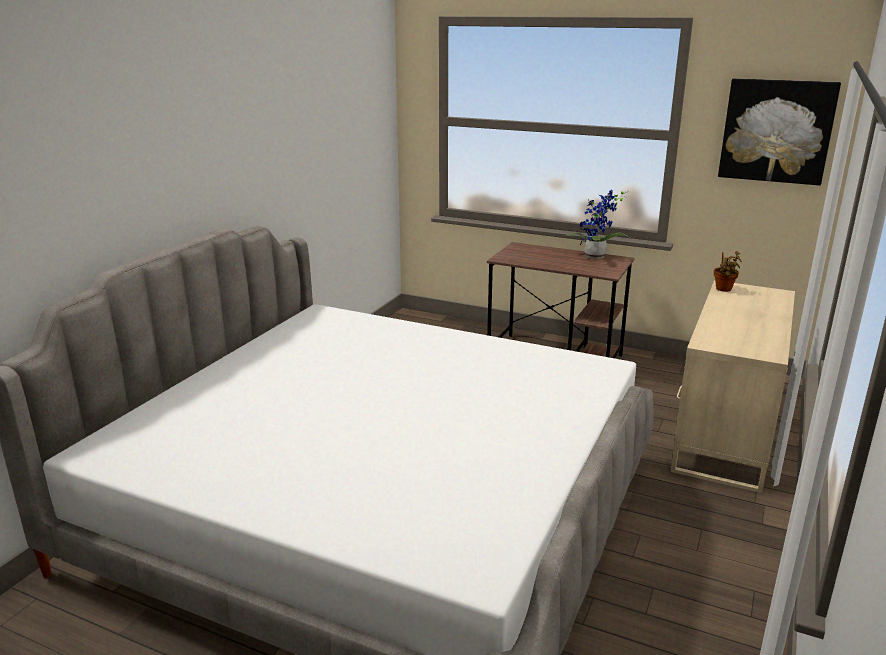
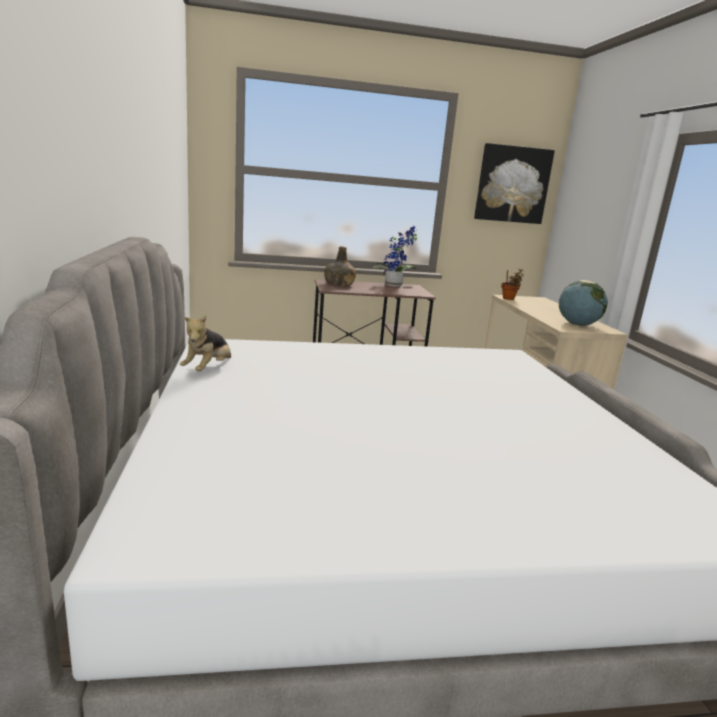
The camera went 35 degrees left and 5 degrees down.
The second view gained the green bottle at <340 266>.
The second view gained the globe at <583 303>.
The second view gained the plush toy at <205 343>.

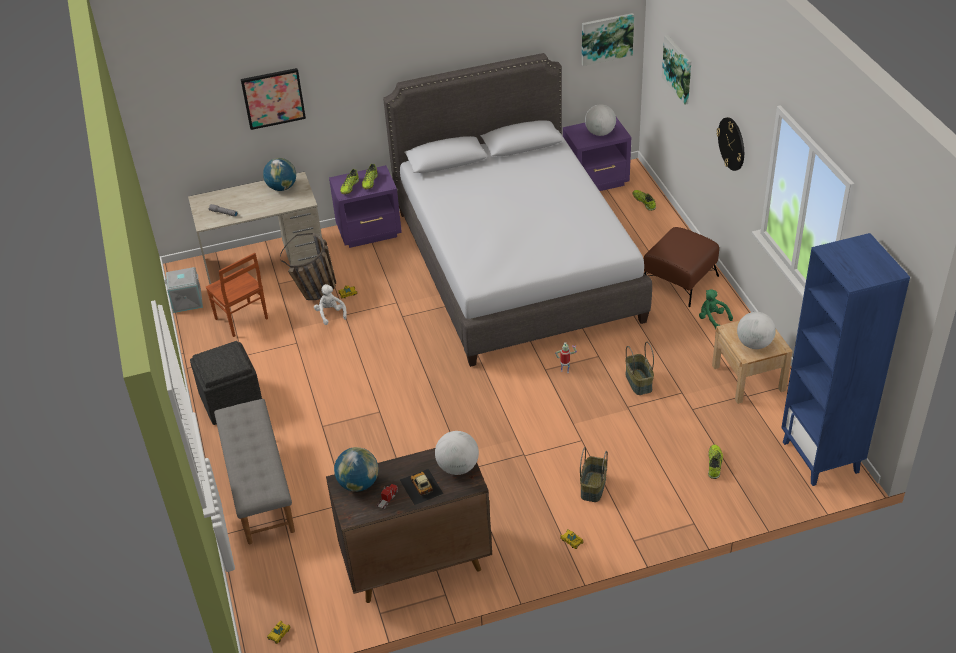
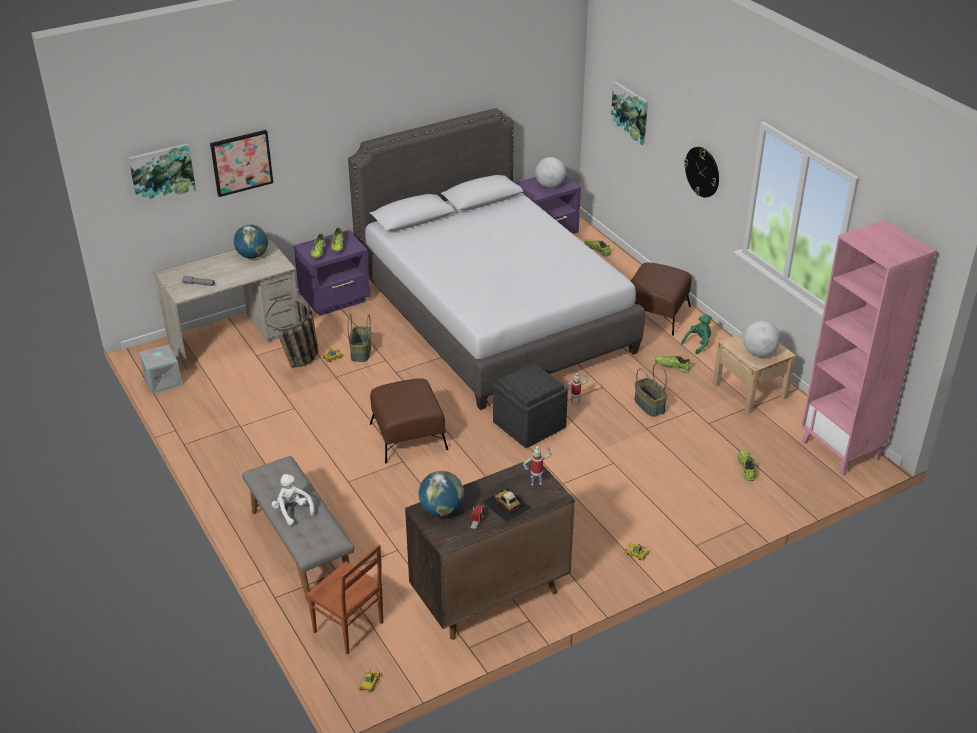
The camera went 15 degrees left and 5 degrees down.
The picture ended up elsewhere, having gone from <608 39> to <162 174>.
What was the blue bookcase at <845 359> turned into the pink bookcase at <868 348>.
The brown chair ended up elsewhere, having gone from <237 295> to <345 599>.
The white plush toy ended up elsewhere, having gone from <330 304> to <293 500>.
The green plush toy at <716 309> ended up facing another way, 105 degrees clockwise from before.
The grey ottoman ended up elsewhere, having gone from <226 383> to <530 405>.
Where the globe stood at <457 453>, the toy robot came to stand at <537 465>.
The basket ended up elsewhere, having gone from <594 474> to <359 338>.
The second view gained the shoe at <673 364>.
The second view gained the brown ottoman at <409 420>.

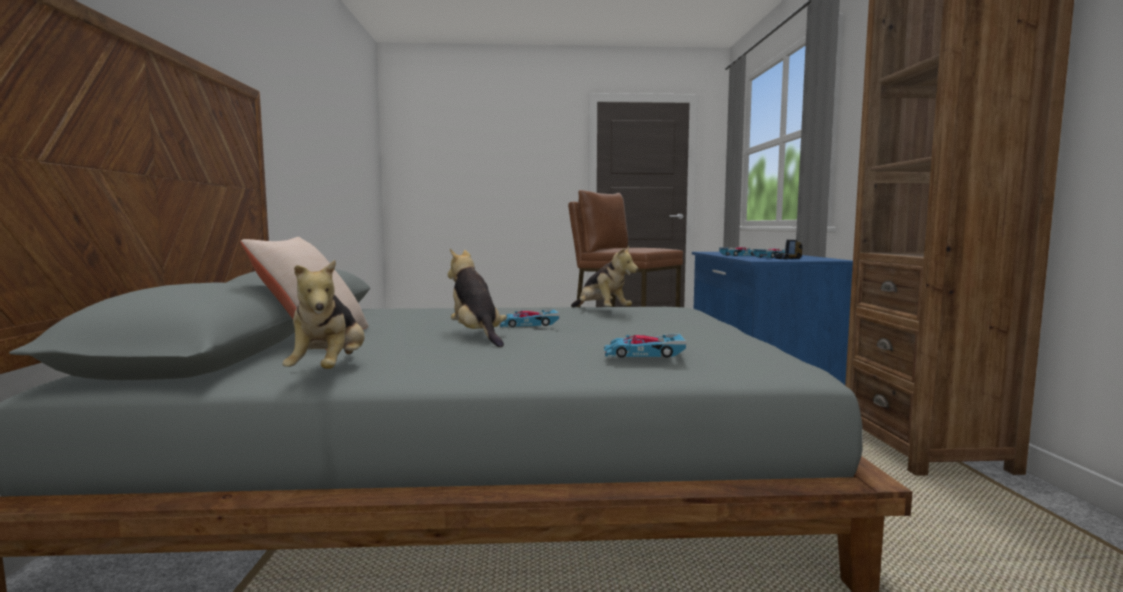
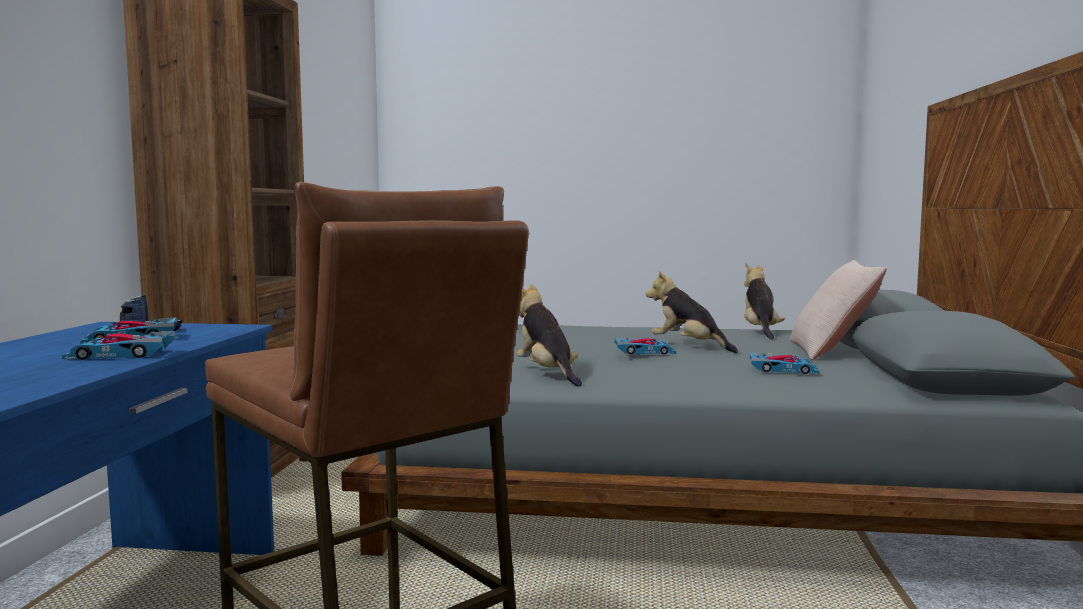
The camera went 170 degrees left and 0 degrees up.
The plush toy at <477 298> ended up facing another way, 150 degrees clockwise from before.
The toy car ended up elsewhere, having gone from <645 345> to <784 363>.

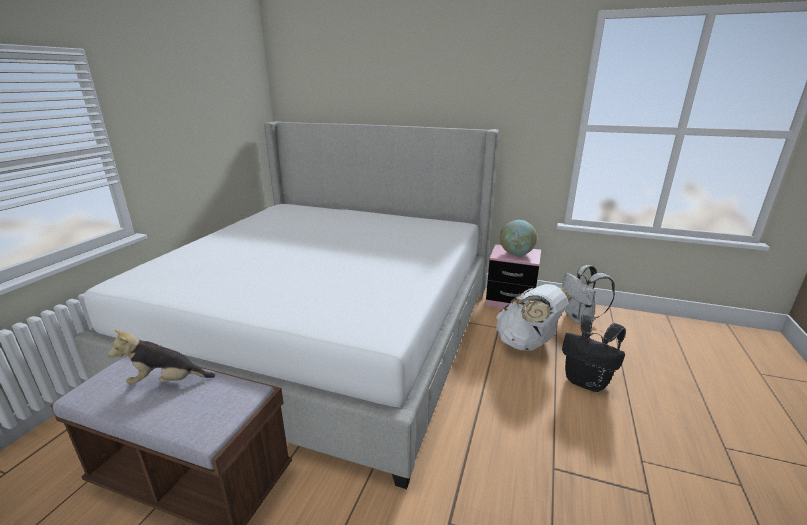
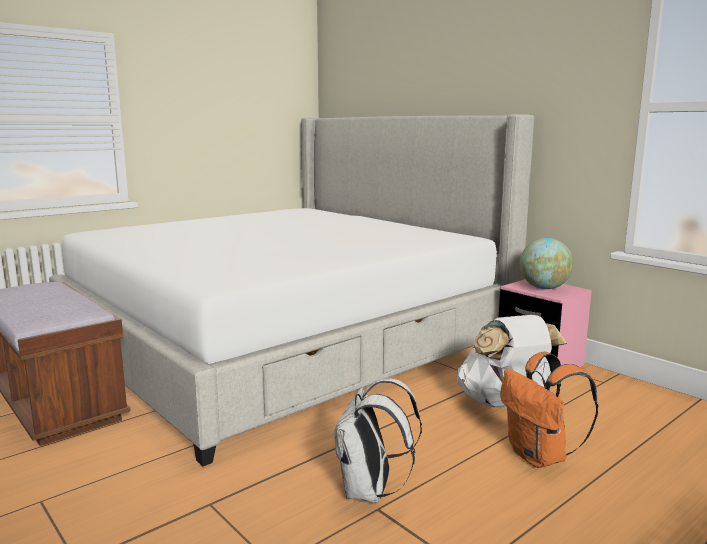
The camera went 30 degrees right and 10 degrees down.
The white backpack ended up elsewhere, having gone from <588 294> to <378 440>.
What was the black backpack at <594 353> turned into the orange backpack at <549 410>.
The second view lost the plush toy at <161 357>.

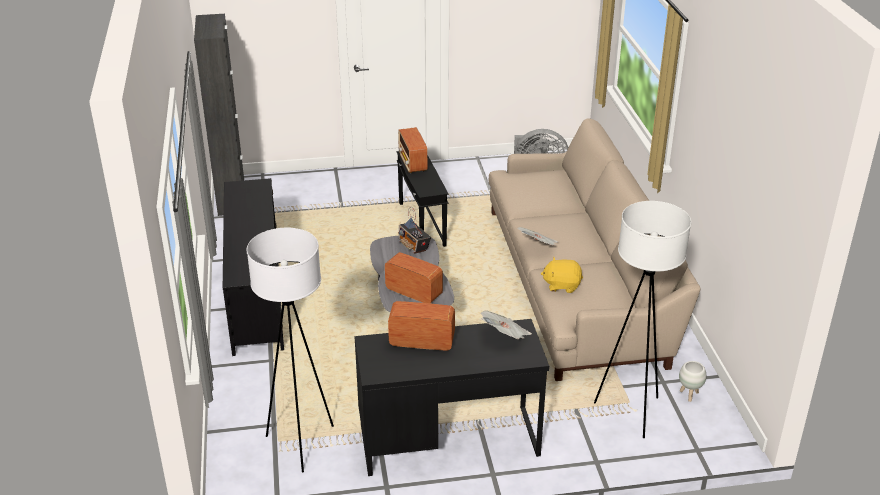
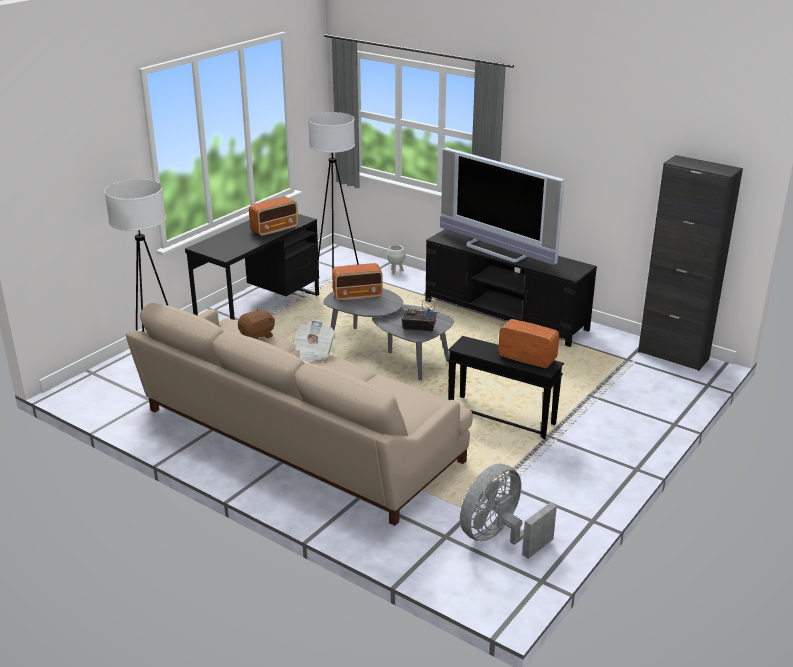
The camera went 135 degrees right and 5 degrees down.
What was the yellow plush toy at <562 275> turned into the brown plush toy at <256 324>.
The second view lost the newspaper at <506 324>.
The white planter ended up elsewhere, having gone from <692 381> to <396 259>.
The second view gained the television at <502 206>.

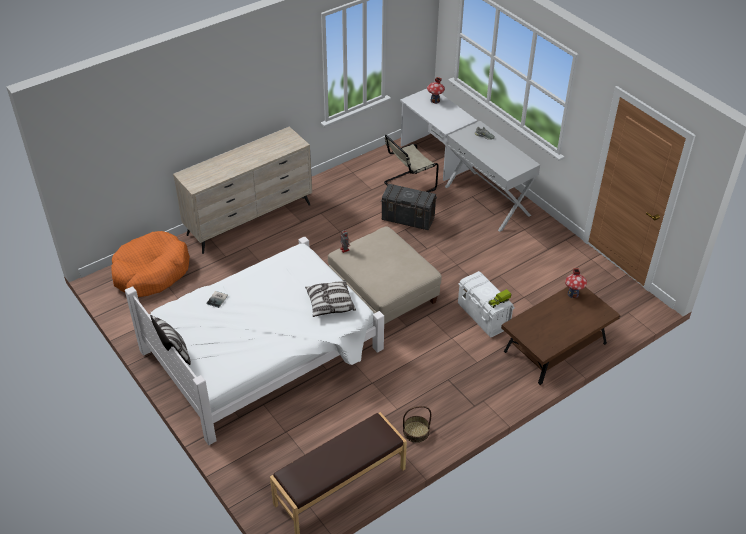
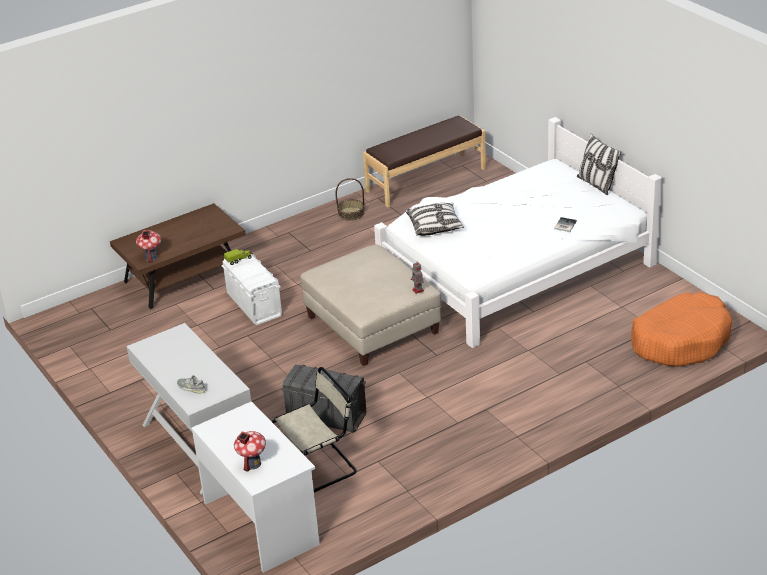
The camera went 175 degrees left and 10 degrees down.
The second view lost the beige dresser at <242 190>.

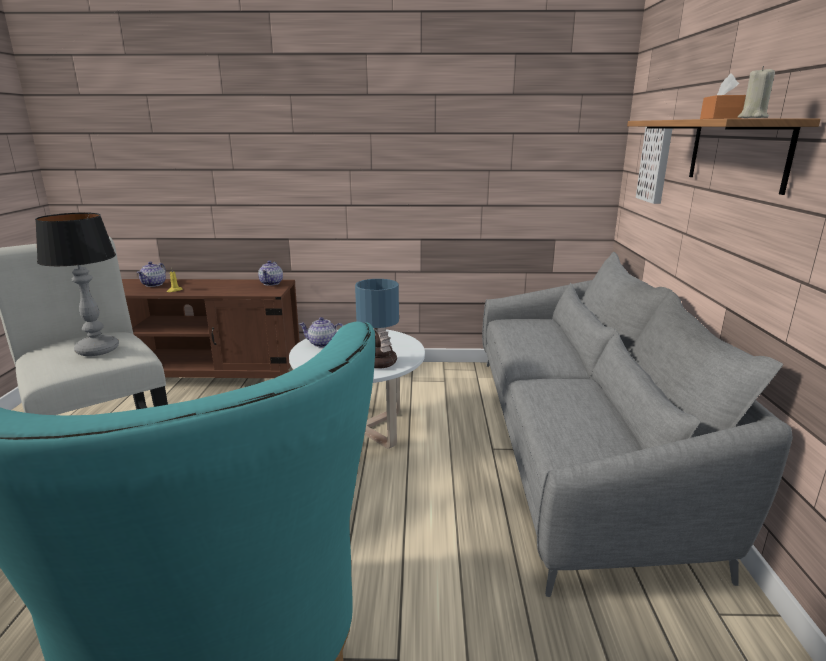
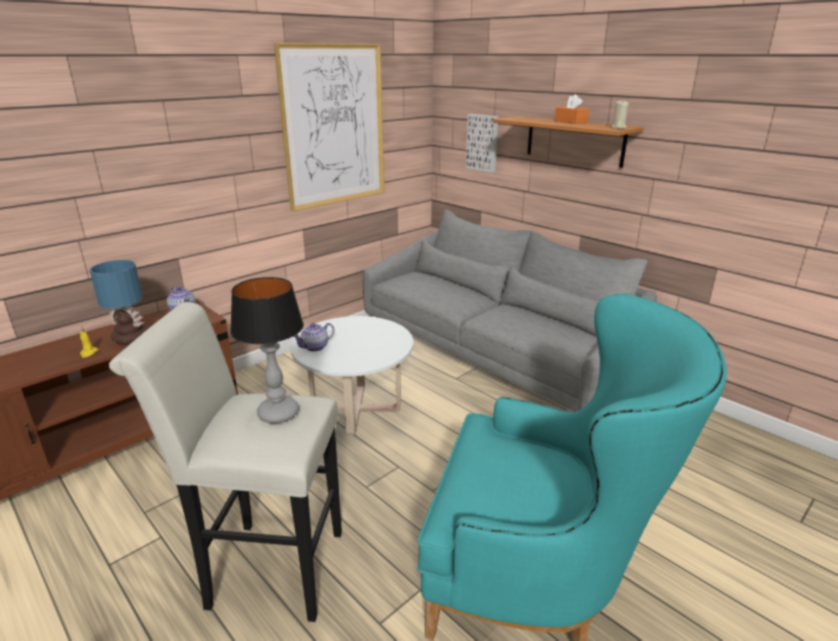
The camera went 45 degrees left and 5 degrees up.
The second view lost the teapot at <151 274>.
The table lamp ended up elsewhere, having gone from <377 324> to <119 302>.
The second view gained the picture at <329 127>.

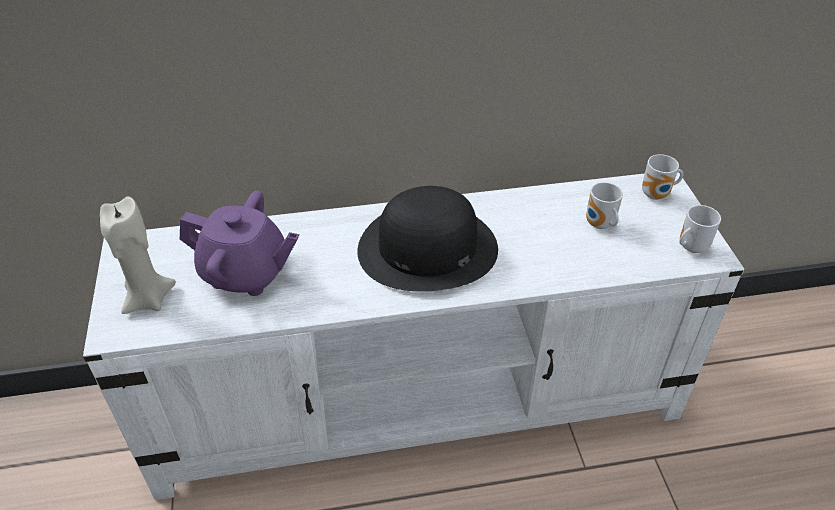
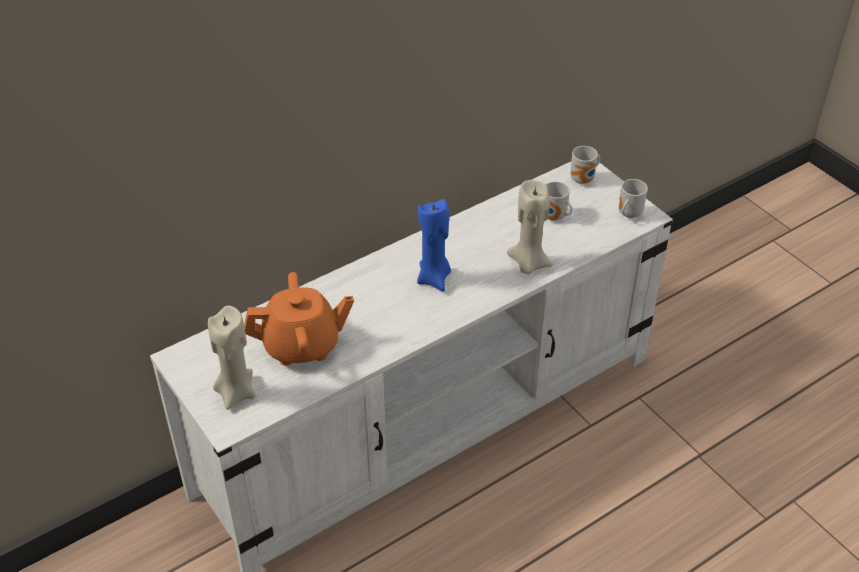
The camera went 25 degrees left and 0 degrees up.
Where the black hat stood at <427 238>, the blue candle came to stand at <434 245>.
What was the purple teapot at <239 243> turned into the orange teapot at <299 319>.
The second view gained the beige candle at <530 227>.

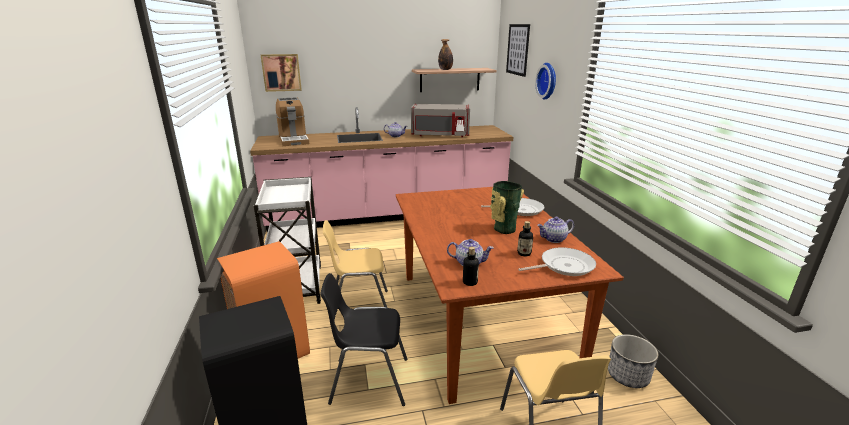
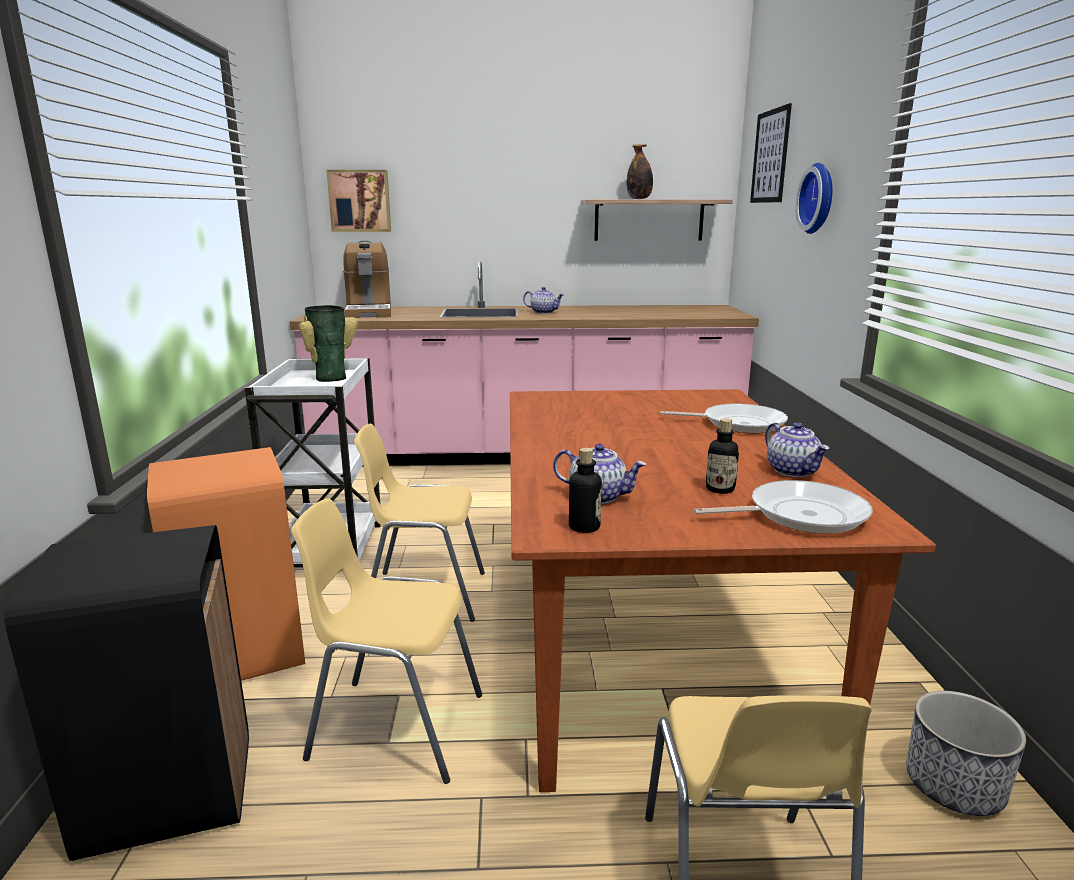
The camera went 10 degrees right and 5 degrees down.
The second view lost the grey microwave at <440 120>.
The vase ended up elsewhere, having gone from <507 207> to <328 343>.
The teapot at <555 230> ended up facing another way, 105 degrees counterclockwise from before.
What was the black chair at <364 339> turned into the yellow chair at <386 641>.

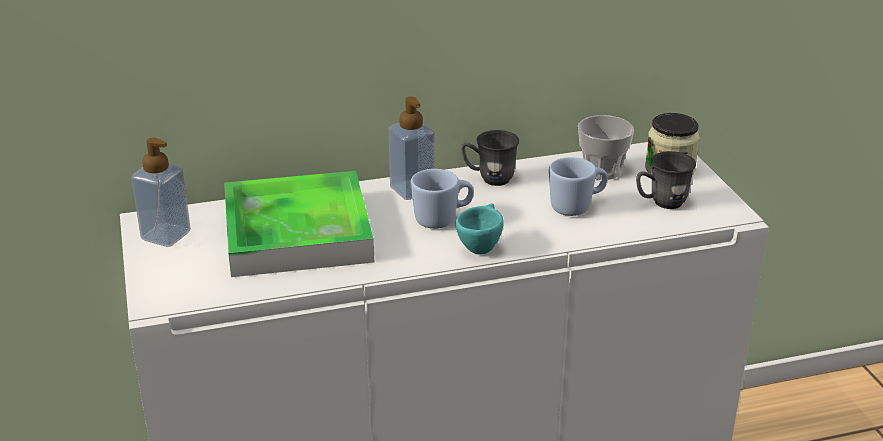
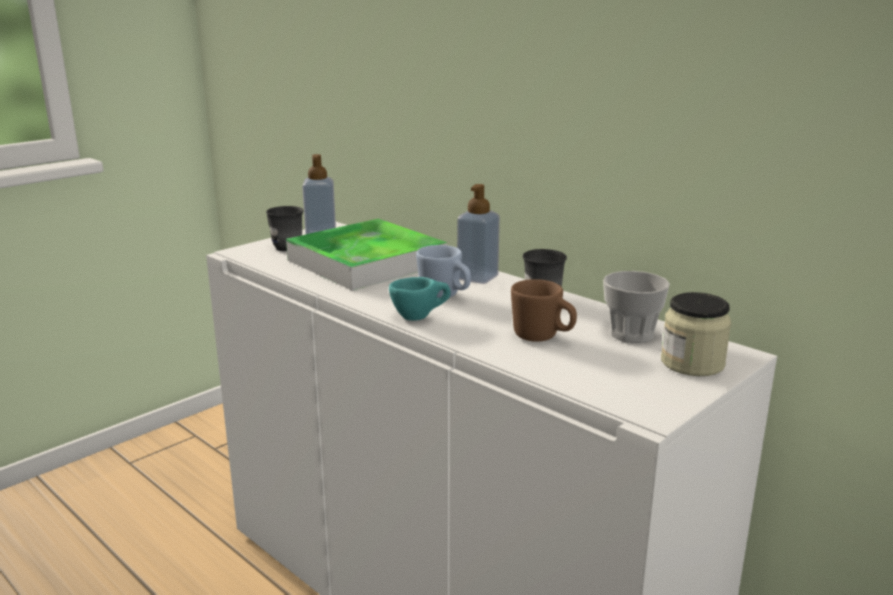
The camera went 60 degrees right and 10 degrees down.
The grey mug ended up elsewhere, having gone from <666 180> to <284 228>.
What was the blue mug at <578 186> turned into the brown mug at <544 310>.

